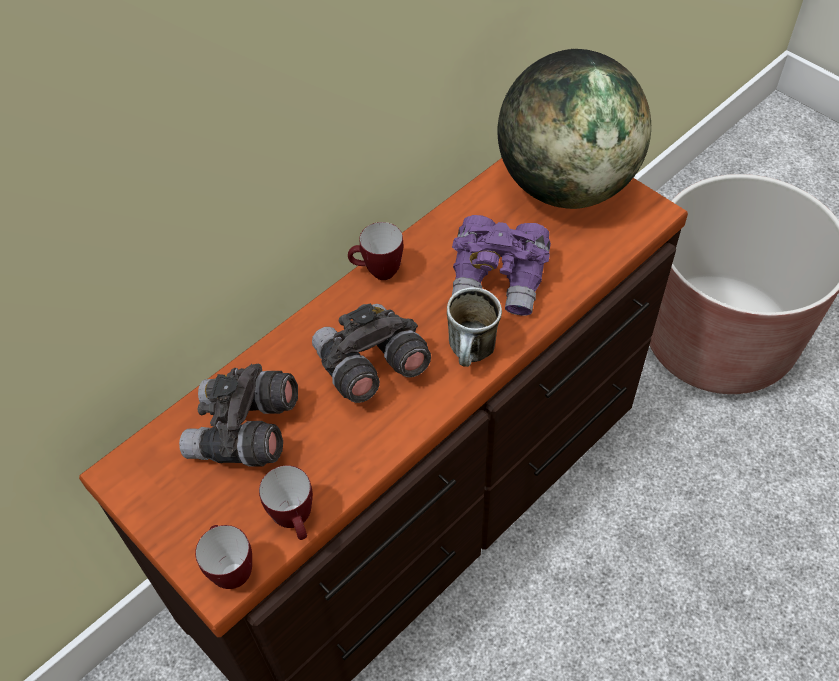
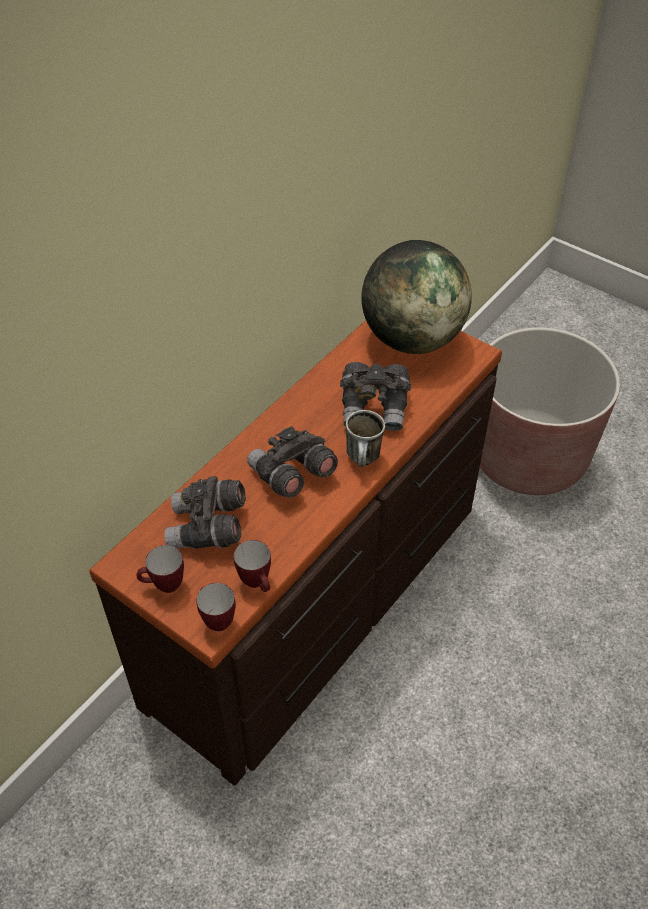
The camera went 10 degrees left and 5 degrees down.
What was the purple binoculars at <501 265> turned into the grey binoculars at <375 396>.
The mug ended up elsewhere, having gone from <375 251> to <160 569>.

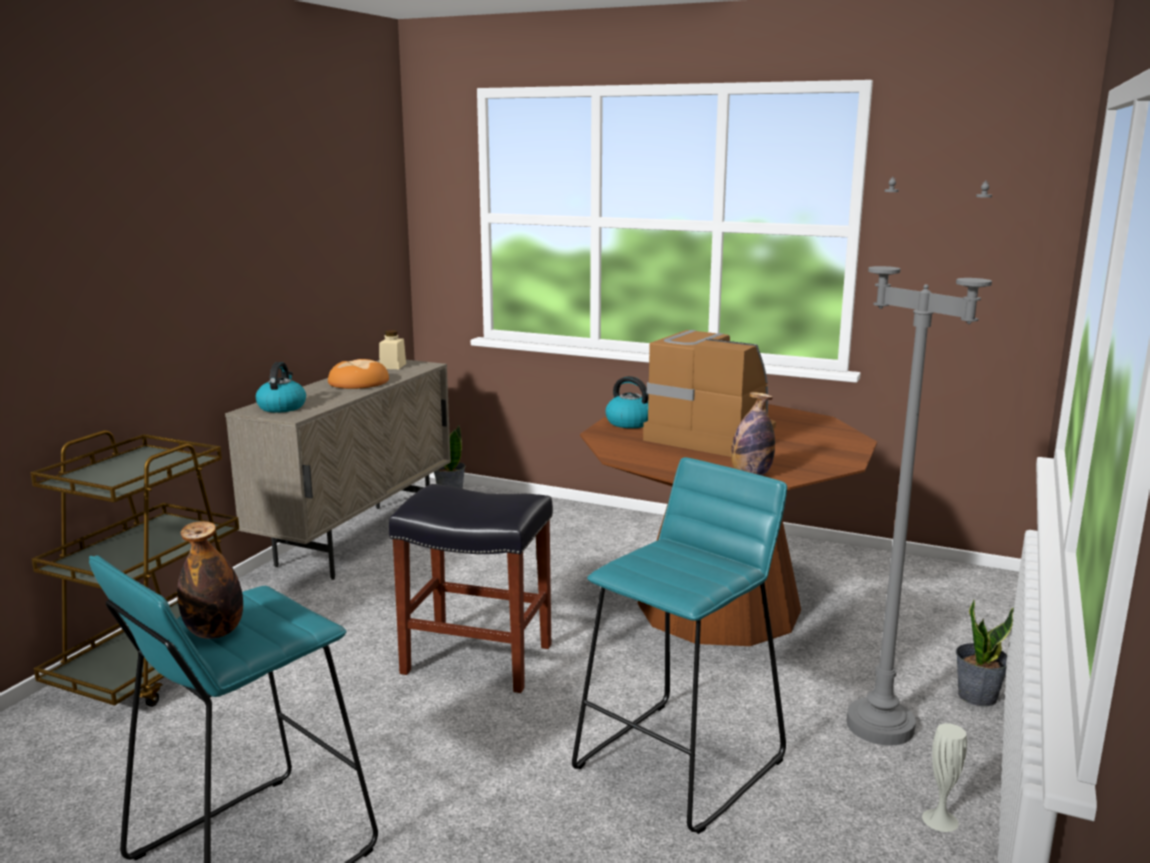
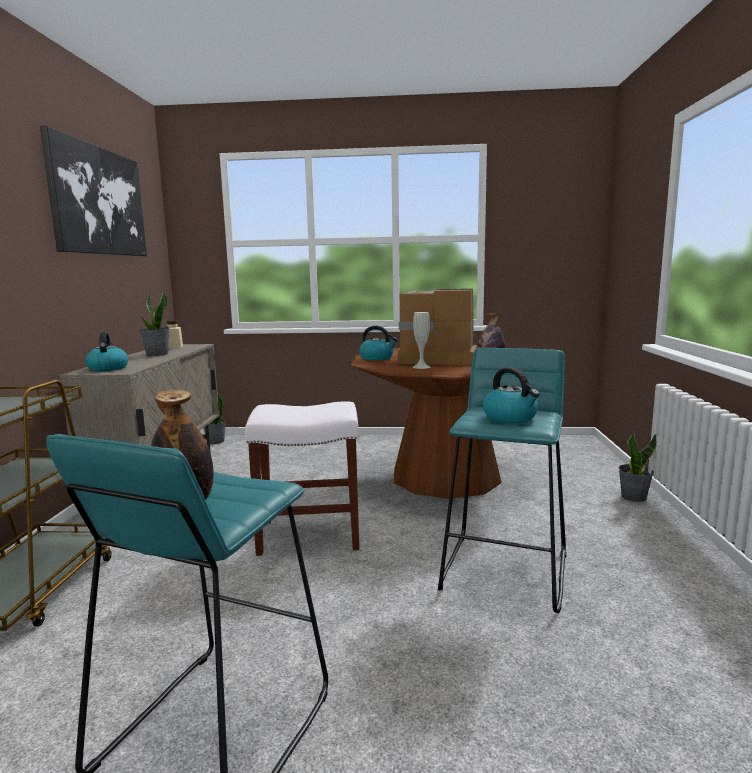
The camera went 20 degrees left and 5 degrees down.
The second view lost the grey floor lamp at <919 461>.
Where the bread stood at <358 374>, the potted plant came to stand at <154 323>.
What was the black stool at <471 588> turned into the white stool at <302 479>.
The white vase ended up elsewhere, having gone from <944 777> to <422 340>.
The second view gained the picture at <93 191>.
The second view gained the kettle at <511 395>.

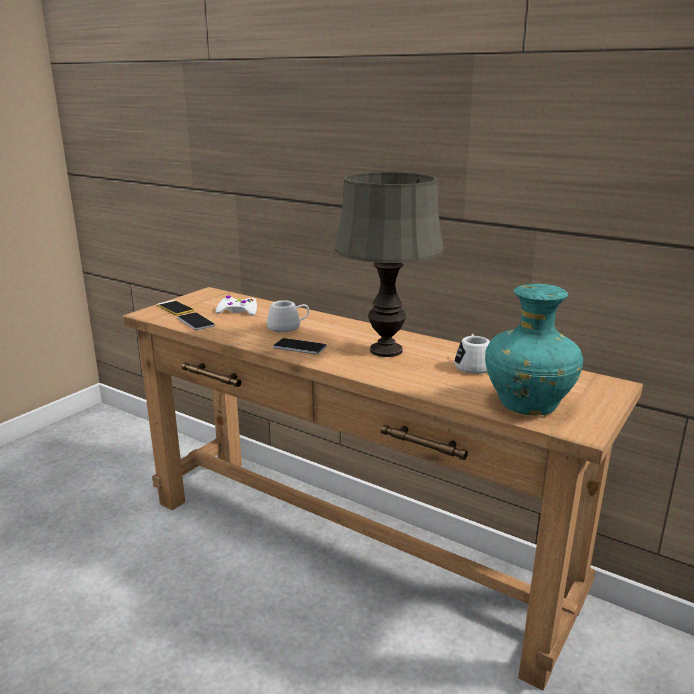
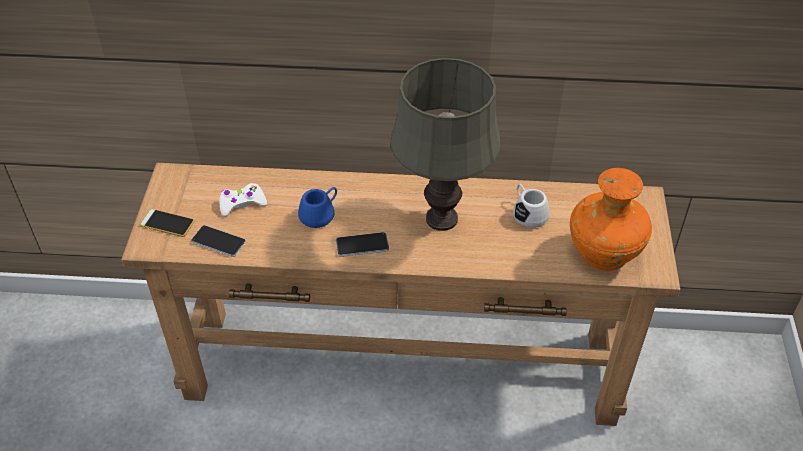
The camera went 30 degrees left and 25 degrees up.
What was the turquoise vase at <534 350> turned into the orange vase at <611 219>.
What was the white mug at <288 316> turned into the blue mug at <317 207>.

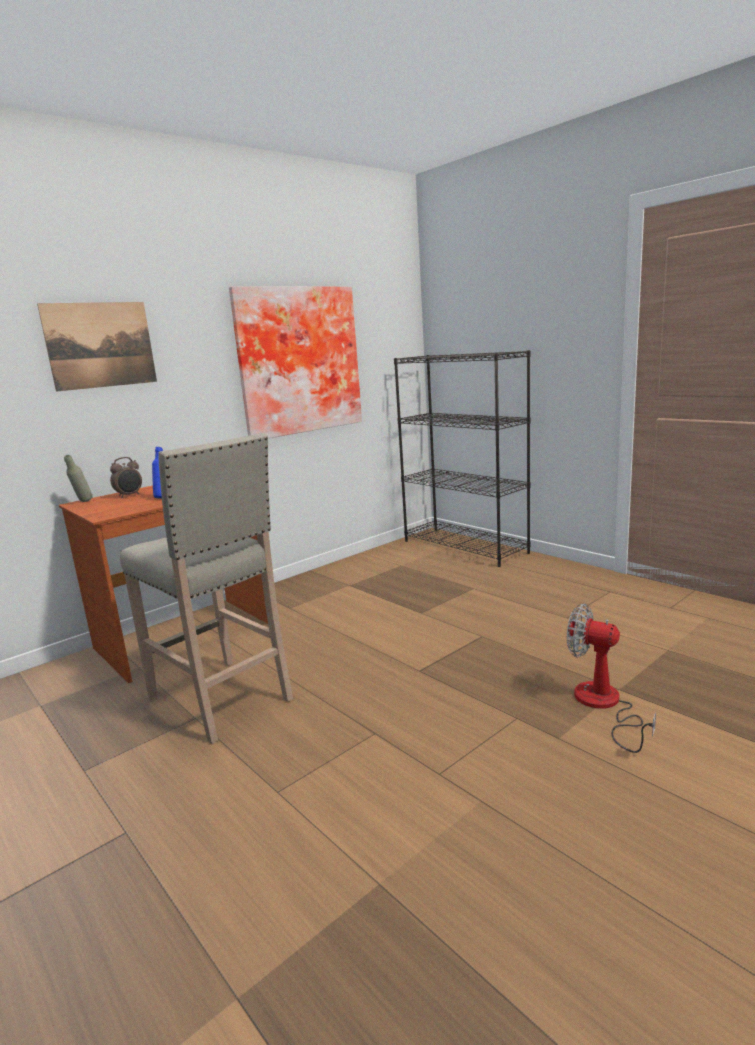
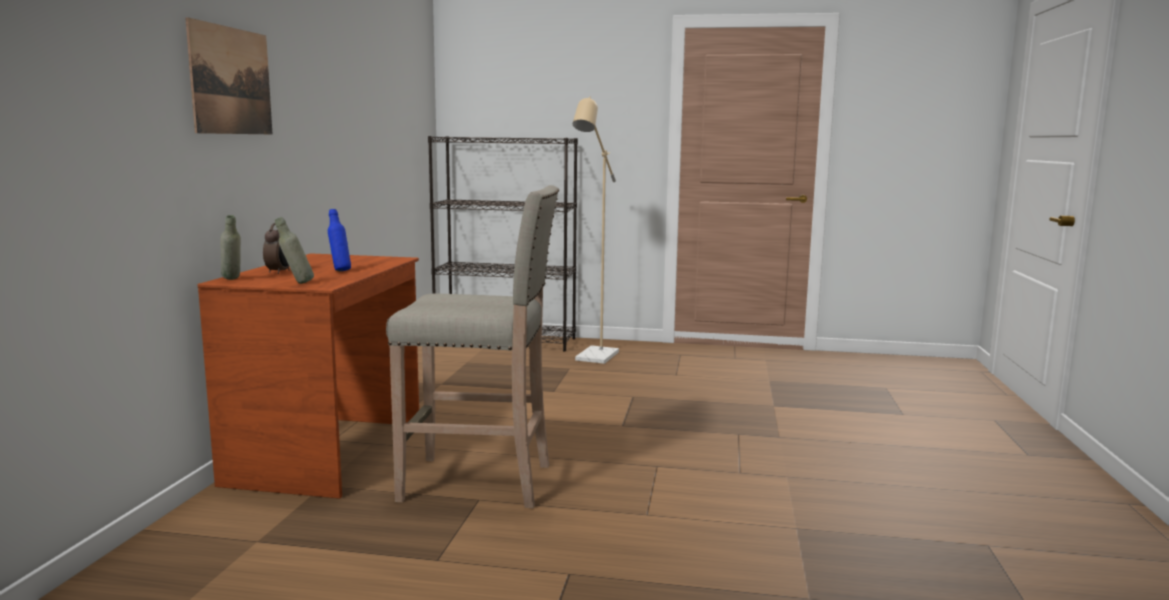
The camera went 40 degrees left and 5 degrees down.
The second view lost the picture at <295 362>.
The second view lost the fan at <611 678>.
The second view gained the beige floor lamp at <596 230>.
The second view gained the grey bottle at <294 250>.

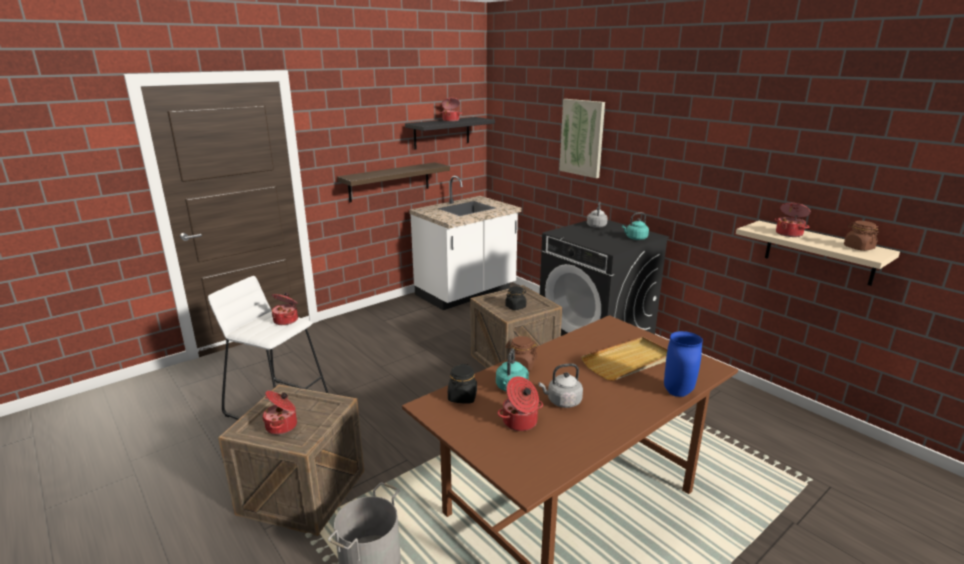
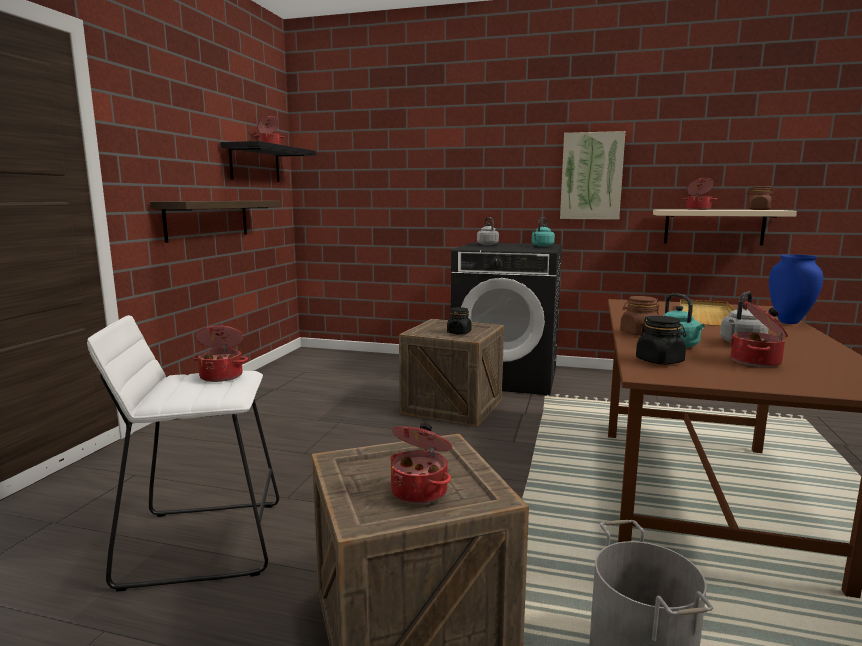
The camera went 35 degrees left and 10 degrees down.
The picture ended up elsewhere, having gone from <582 138> to <592 175>.
The second view lost the white counter at <465 242>.

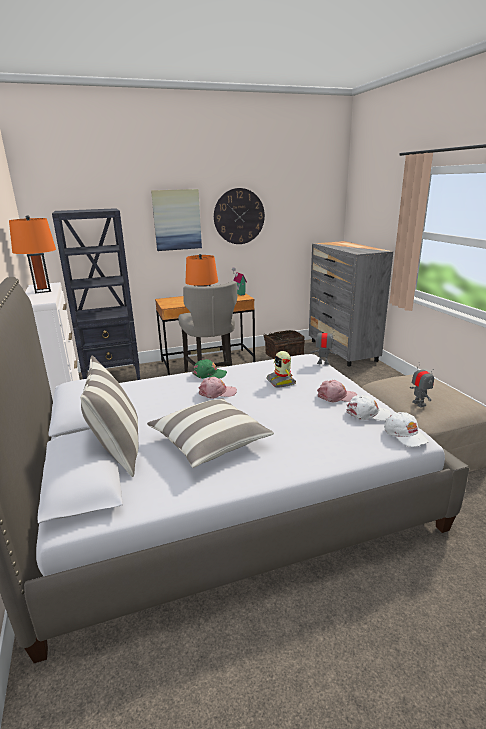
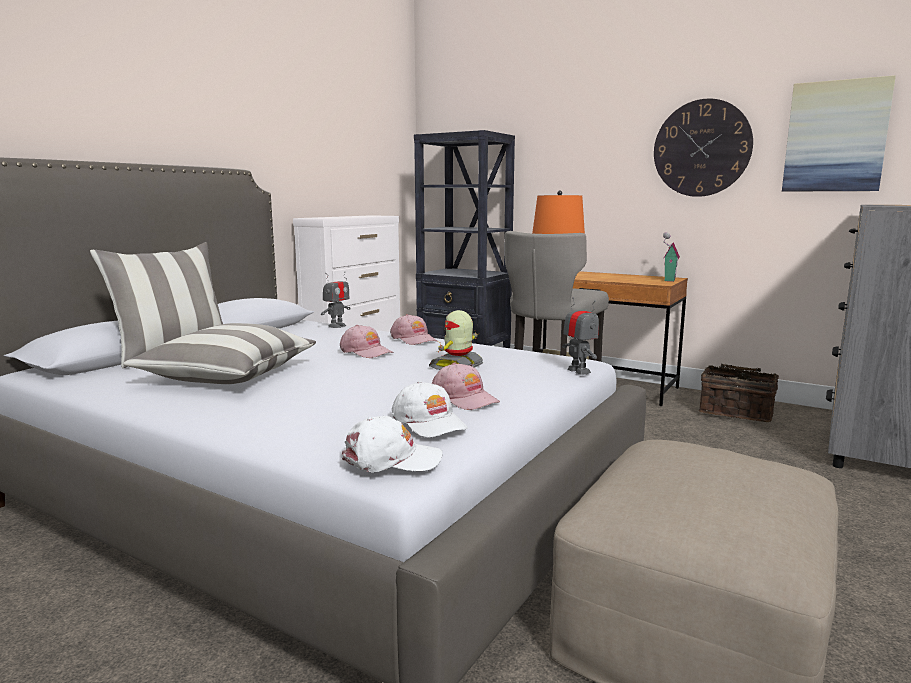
The camera went 50 degrees right and 10 degrees down.
The picture ended up elsewhere, having gone from <176 220> to <839 133>.
The second view lost the orange table lamp at <32 254>.
What was the green cap at <209 369> turned into the pink cap at <413 329>.
The toy robot ended up elsewhere, having gone from <422 385> to <336 300>.
The white cap at <406 429> ended up facing another way, 120 degrees counterclockwise from before.

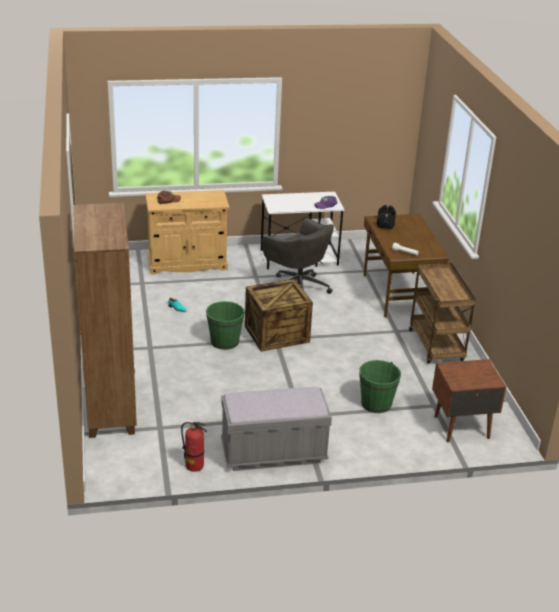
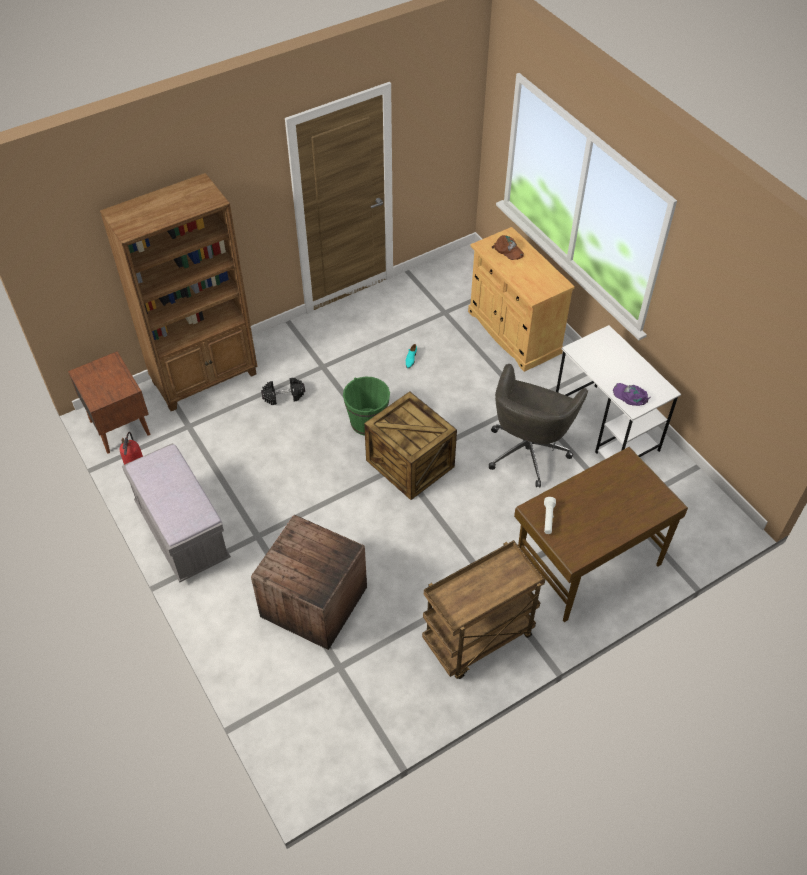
The camera went 70 degrees right and 20 degrees up.
The black dumbbell ended up elsewhere, having gone from <386 217> to <283 391>.
The brown nightstand ended up elsewhere, having gone from <469 400> to <109 402>.
Where the green bucket stood at <380 386>, the crate came to stand at <309 582>.

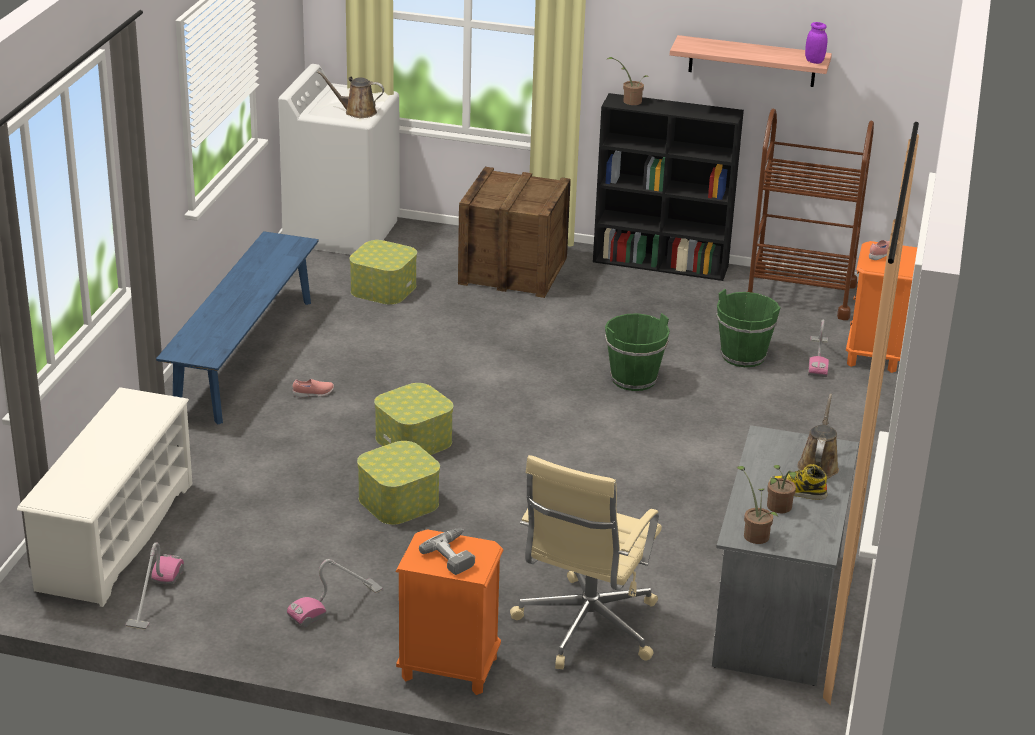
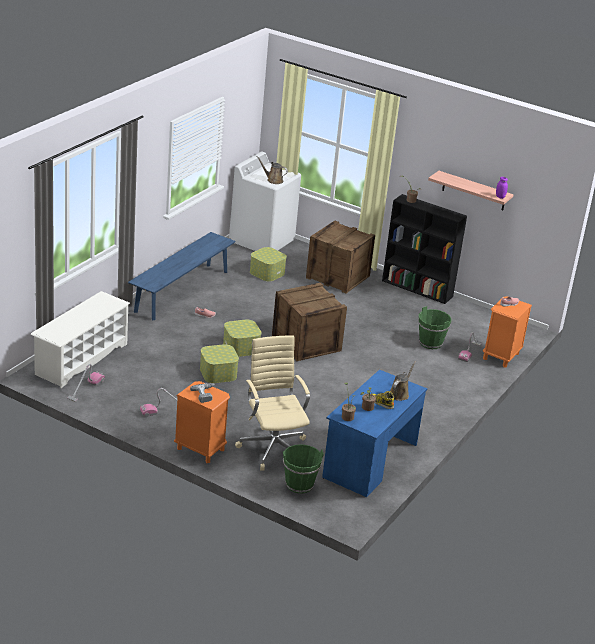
The camera went 15 degrees right and 0 degrees up.
The second view lost the brown cart at <809 214>.
The green bucket ended up elsewhere, having gone from <637 352> to <303 469>.
What was the grey desk at <785 555> turned into the blue desk at <374 433>.
The beige office chair at <586 562> ended up facing another way, 120 degrees clockwise from before.
The second view gained the crate at <309 322>.

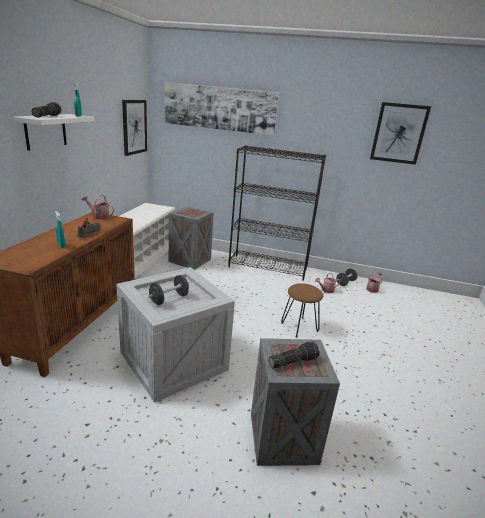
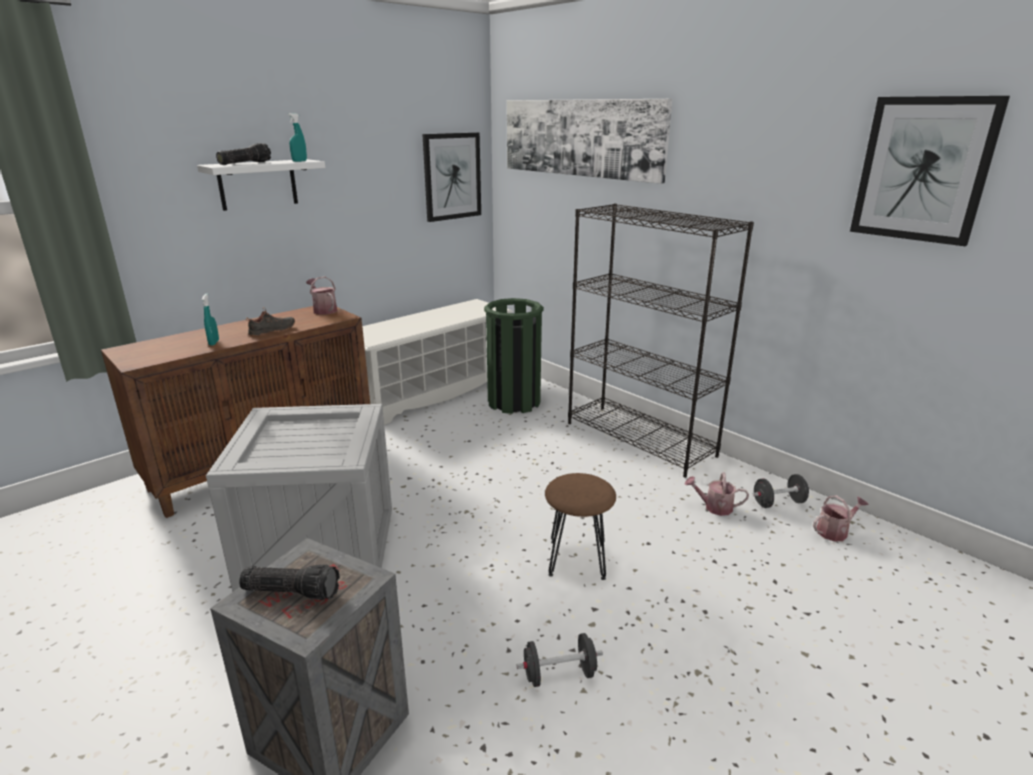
The camera went 35 degrees right and 0 degrees up.
Where the crate stood at <191 238>, the green trash can came to stand at <514 356>.
The black dumbbell ended up elsewhere, having gone from <168 290> to <559 660>.

